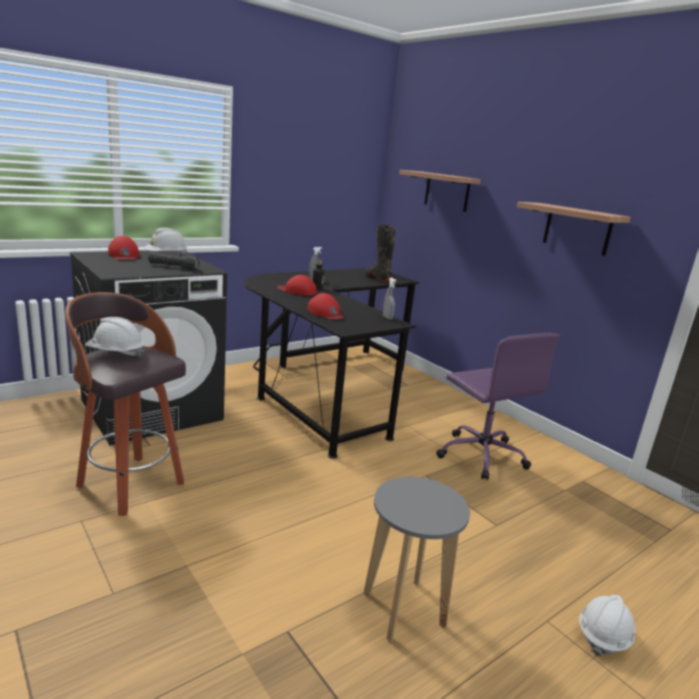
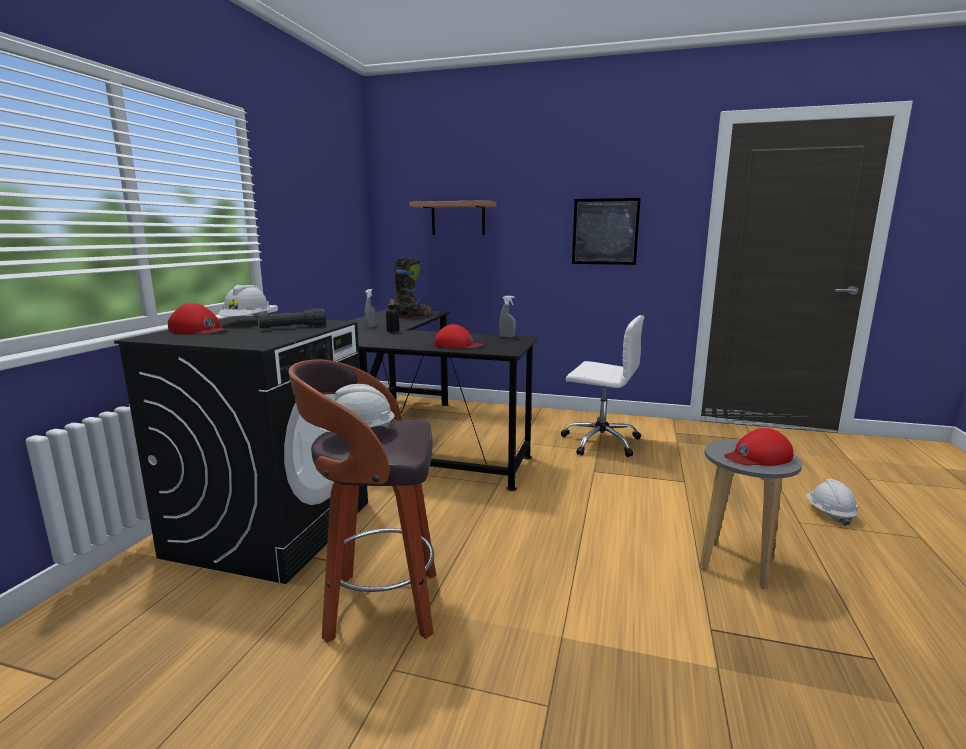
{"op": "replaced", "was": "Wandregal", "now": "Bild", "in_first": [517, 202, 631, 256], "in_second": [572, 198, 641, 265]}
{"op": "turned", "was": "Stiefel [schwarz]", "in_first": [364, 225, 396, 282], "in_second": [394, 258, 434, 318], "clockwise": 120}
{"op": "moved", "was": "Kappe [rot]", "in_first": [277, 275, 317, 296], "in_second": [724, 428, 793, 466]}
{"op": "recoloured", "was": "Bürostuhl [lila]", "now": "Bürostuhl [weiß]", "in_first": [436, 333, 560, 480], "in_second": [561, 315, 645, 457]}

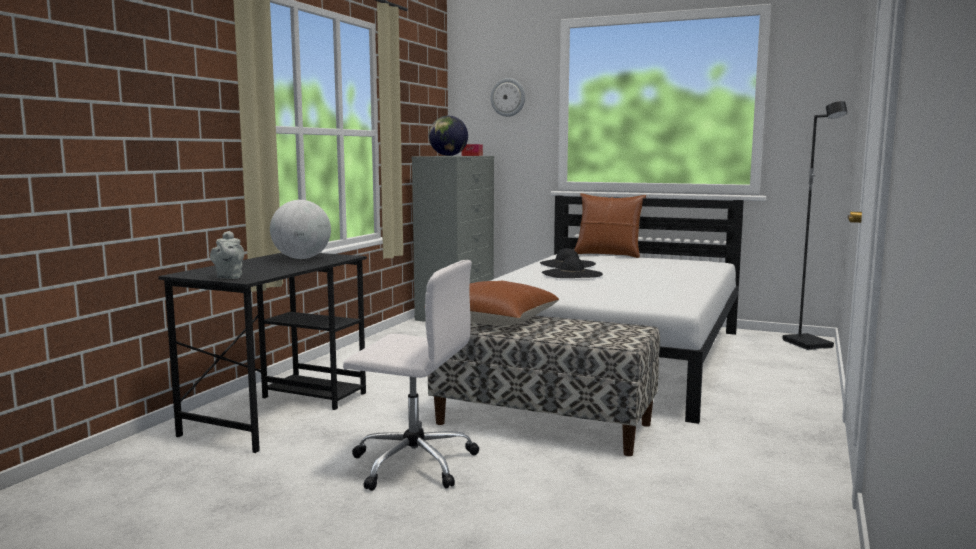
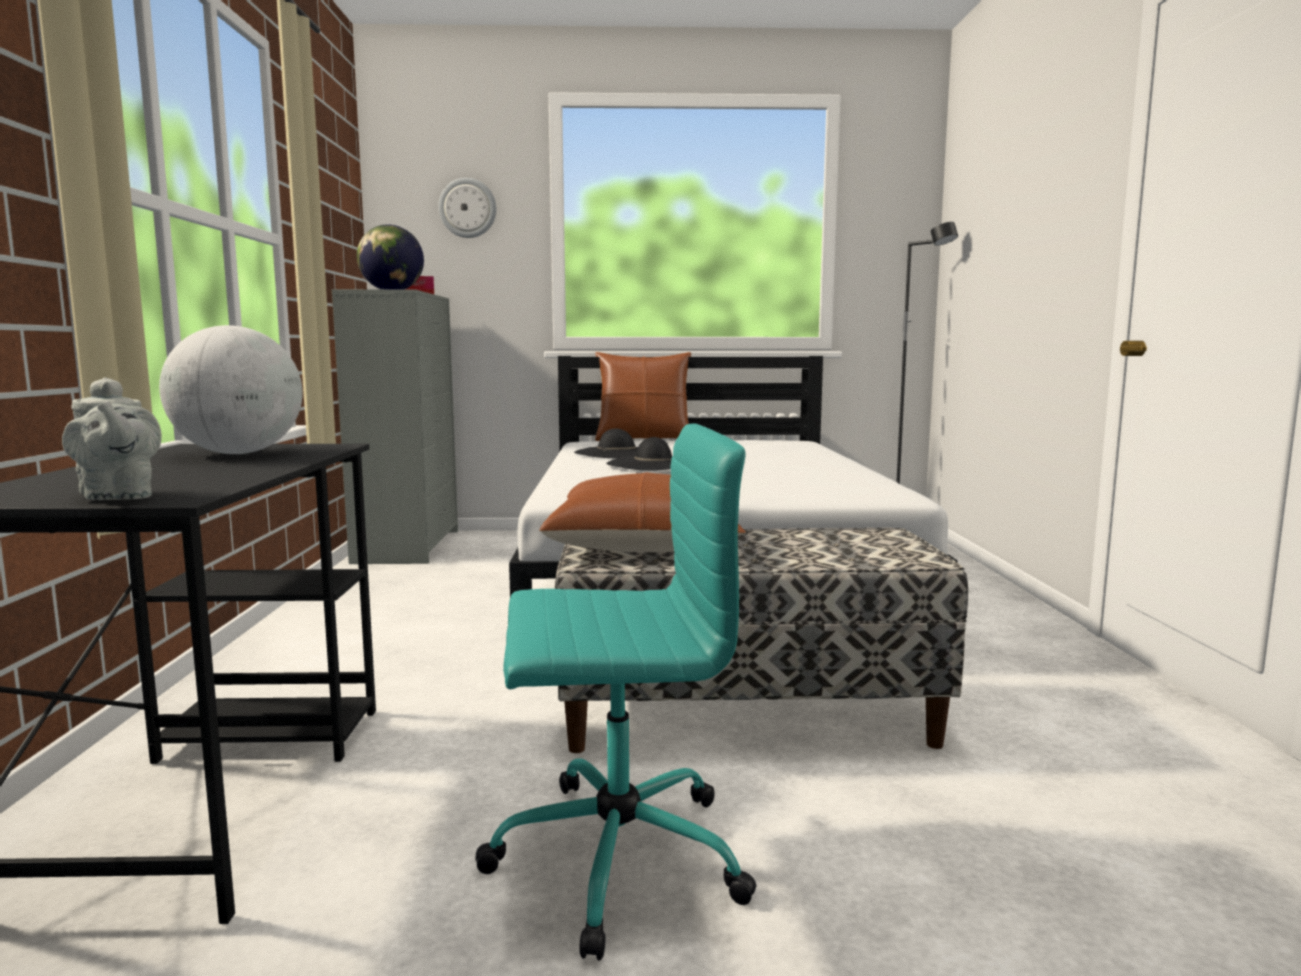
{"op": "recoloured", "was": "Bürostuhl [weiß]", "now": "Bürostuhl [türkis]", "in_first": [343, 260, 479, 491], "in_second": [475, 424, 757, 961]}

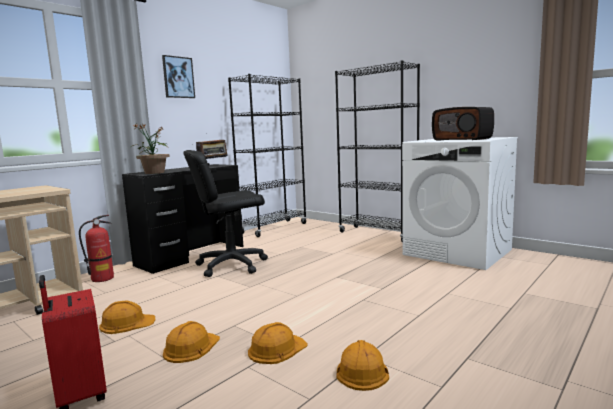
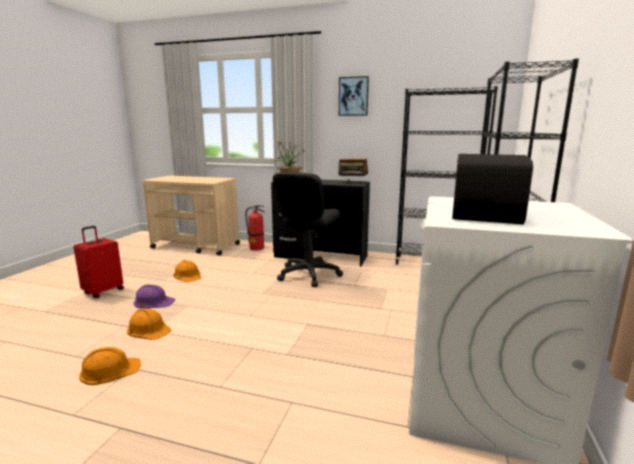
{"op": "turned", "was": "Bürostuhl [schwarz]", "in_first": [183, 150, 268, 277], "in_second": [273, 172, 343, 287], "clockwise": -105}
{"op": "recoloured", "was": "Schutzhelm [orange]", "now": "Schutzhelm [lila]", "in_first": [163, 321, 220, 363], "in_second": [134, 284, 176, 308]}

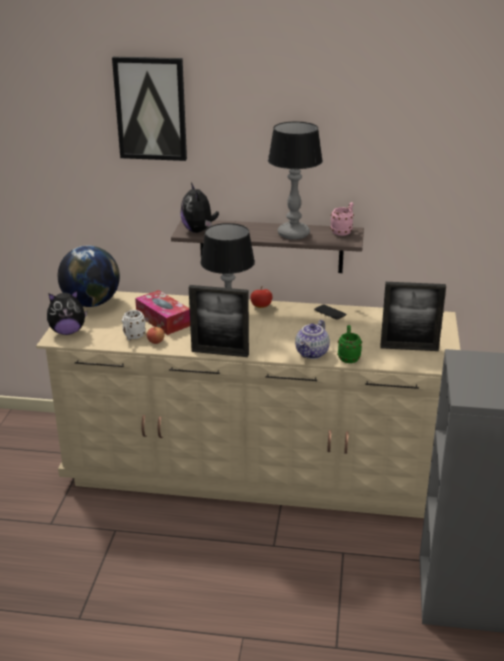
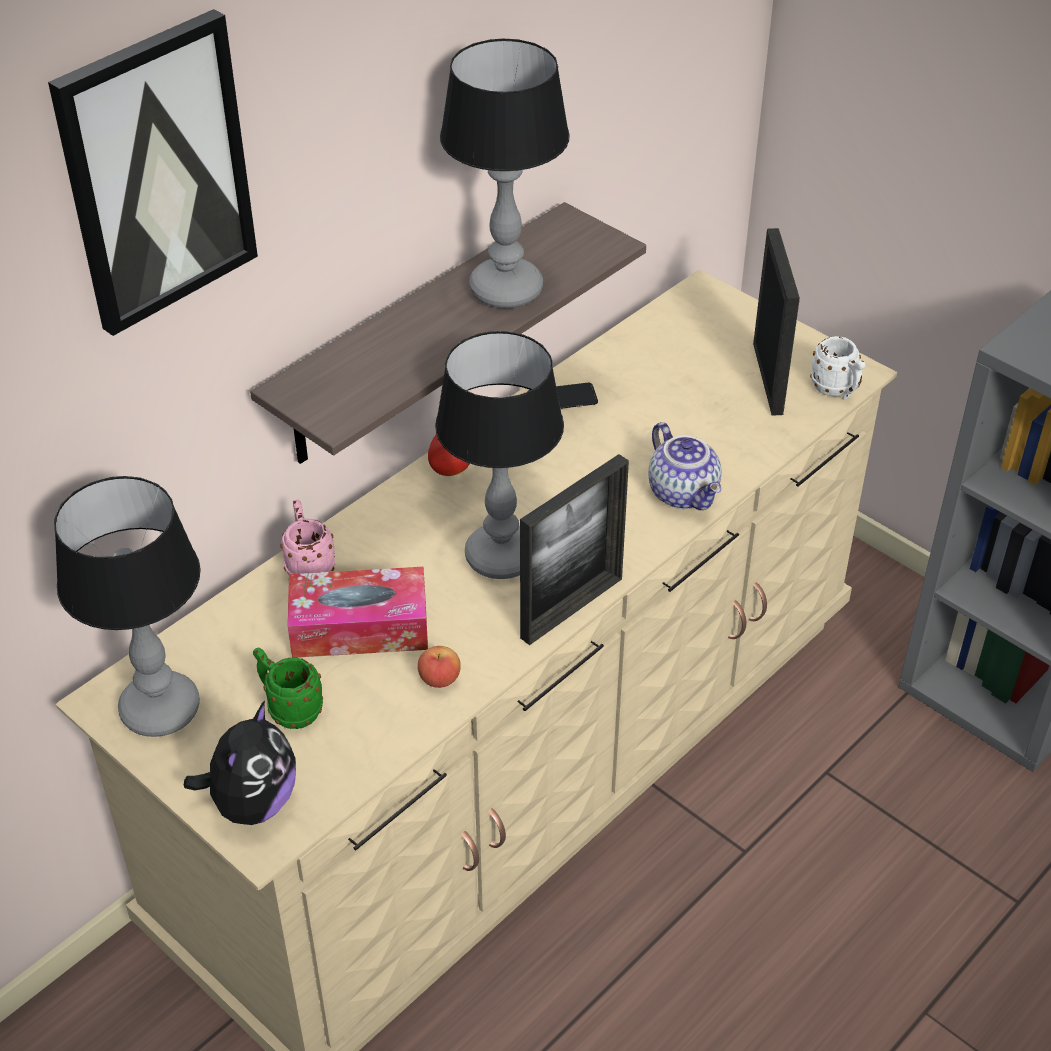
{"op": "removed", "was": "Plüschtier", "in_first": [181, 183, 219, 233]}
{"op": "moved", "was": "Henkelbecher [rosa]", "in_first": [330, 202, 354, 236], "in_second": [280, 500, 335, 575]}
{"op": "replaced", "was": "Globus", "now": "Tischlampe", "in_first": [58, 245, 120, 307], "in_second": [54, 476, 201, 737]}
{"op": "turned", "was": "Bilderrahmen", "in_first": [380, 282, 446, 351], "in_second": [753, 228, 800, 416], "clockwise": -45}
{"op": "moved", "was": "Henkelbecher [weiß]", "in_first": [122, 310, 146, 341], "in_second": [810, 336, 865, 400]}
{"op": "moved", "was": "Henkelbecher [grün]", "in_first": [337, 325, 362, 363], "in_second": [253, 648, 323, 729]}

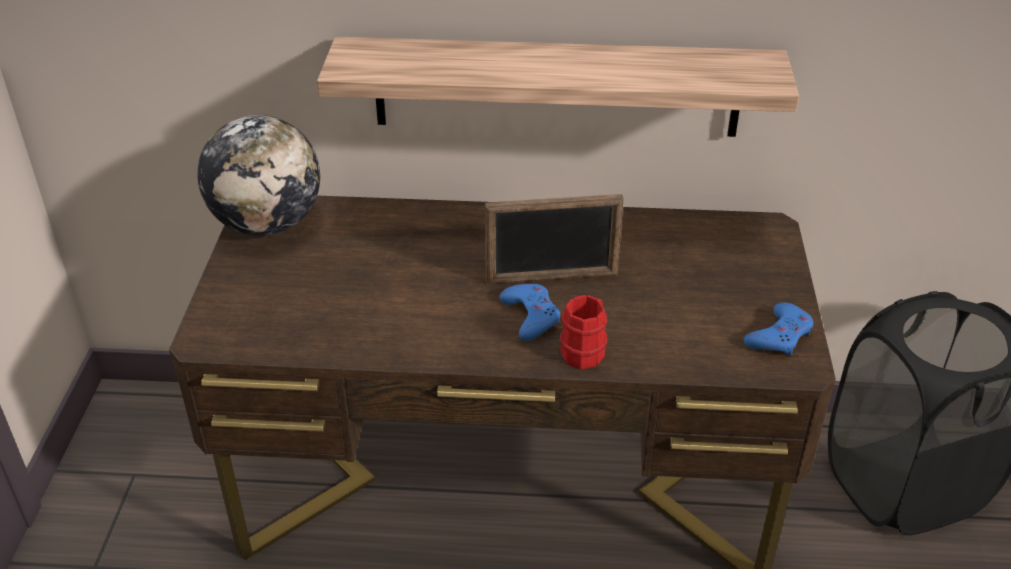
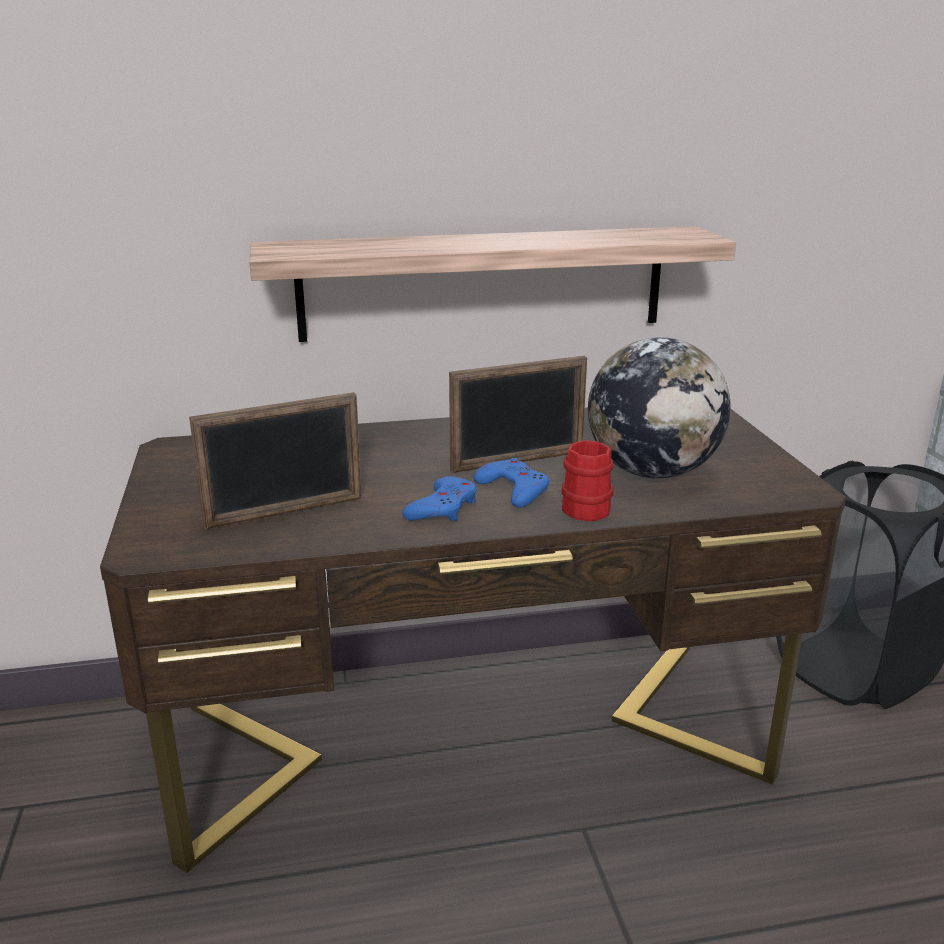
{"op": "moved", "was": "Globus", "in_first": [197, 115, 320, 236], "in_second": [588, 337, 731, 479]}
{"op": "moved", "was": "Gamepad [blau]", "in_first": [744, 302, 814, 356], "in_second": [402, 476, 477, 521]}
{"op": "added", "now": "Bilderrahmen", "in_second": [189, 392, 362, 530]}

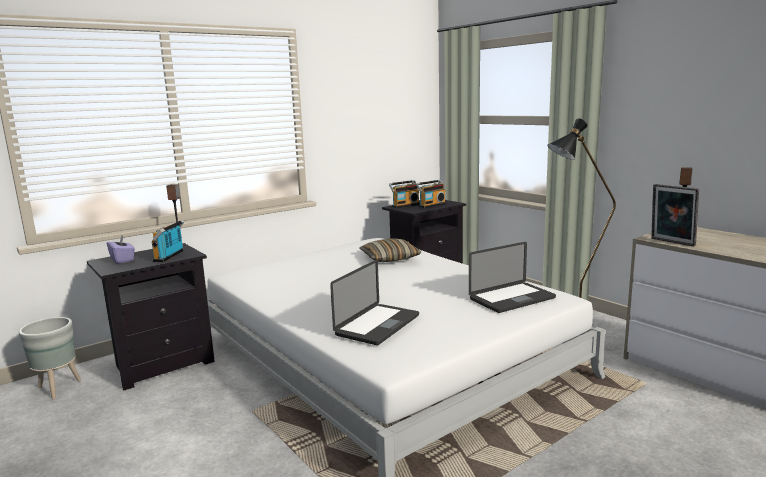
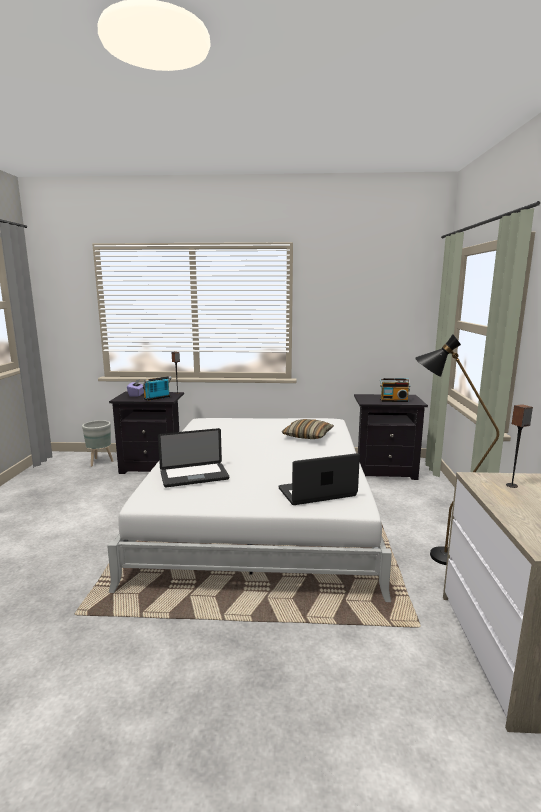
{"op": "removed", "was": "Radio", "in_first": [389, 180, 420, 208]}
{"op": "removed", "was": "Bilderrahmen", "in_first": [651, 184, 699, 247]}
{"op": "turned", "was": "Laptop", "in_first": [469, 242, 556, 313], "in_second": [279, 453, 360, 505], "clockwise": 150}

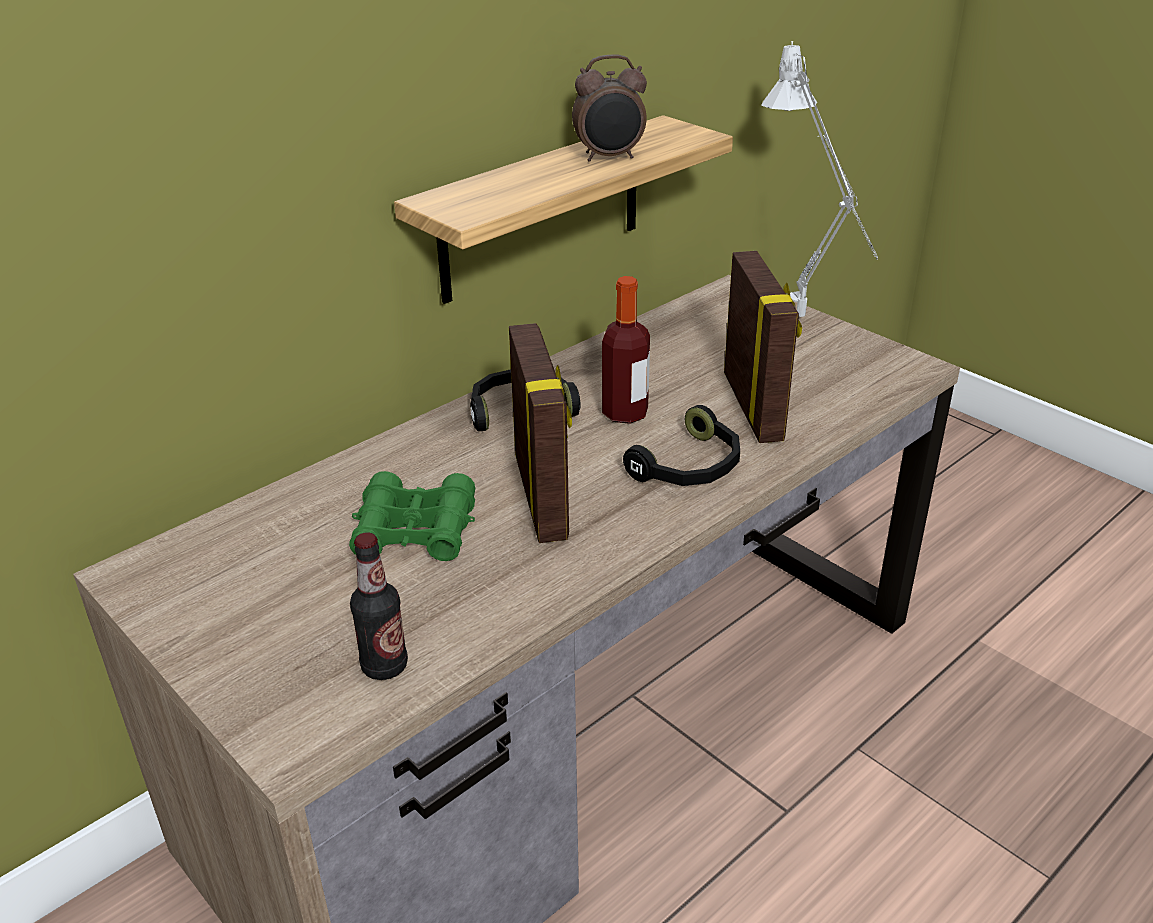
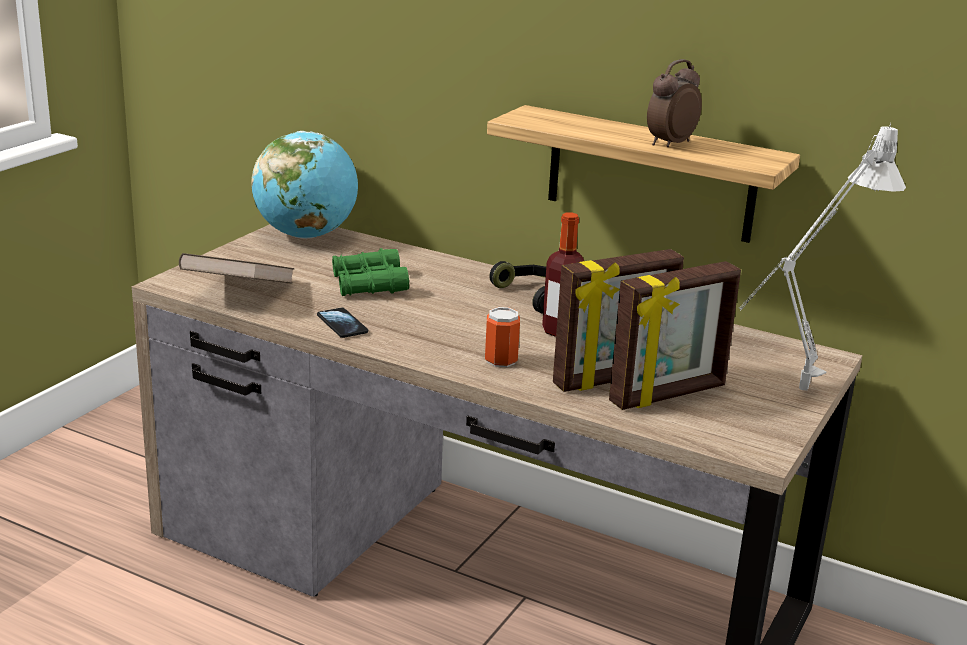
{"op": "turned", "was": "Wecker", "in_first": [572, 54, 647, 162], "in_second": [647, 59, 702, 147], "clockwise": 75}
{"op": "moved", "was": "Bilderrahmen", "in_first": [509, 323, 572, 543], "in_second": [609, 261, 741, 410]}
{"op": "replaced", "was": "Kopfhörer [schwarz]", "now": "Dose", "in_first": [623, 405, 740, 486], "in_second": [485, 307, 520, 367]}
{"op": "replaced", "was": "Flasche", "now": "Buch [braun]", "in_first": [350, 532, 408, 680], "in_second": [179, 253, 295, 284]}
{"op": "added", "now": "Globus", "in_second": [251, 131, 358, 239]}
{"op": "added", "now": "Handy", "in_second": [317, 308, 368, 338]}

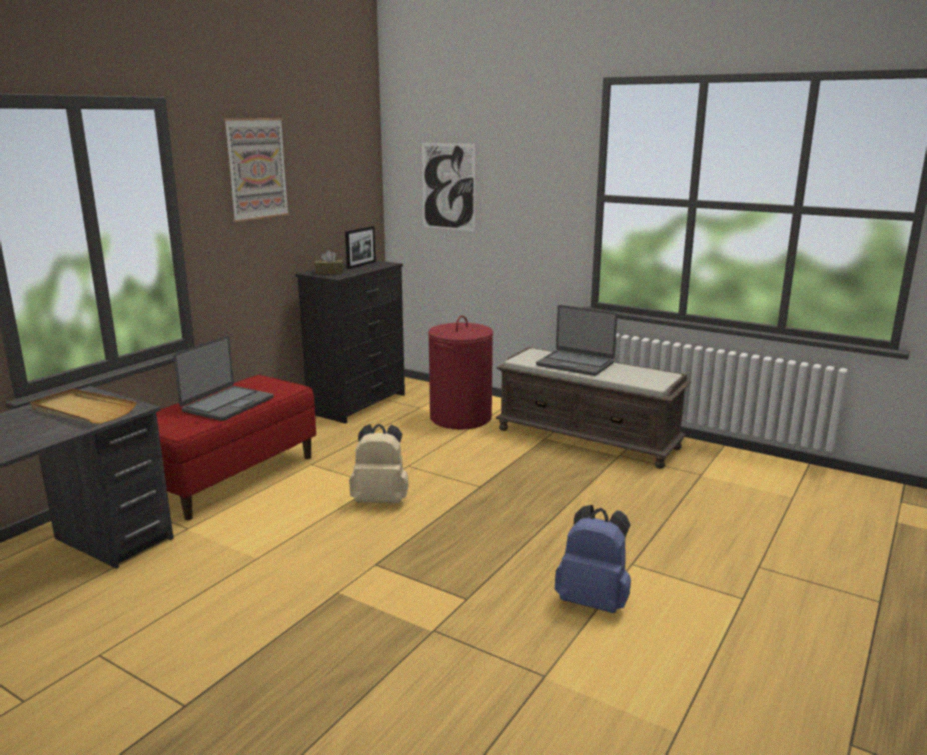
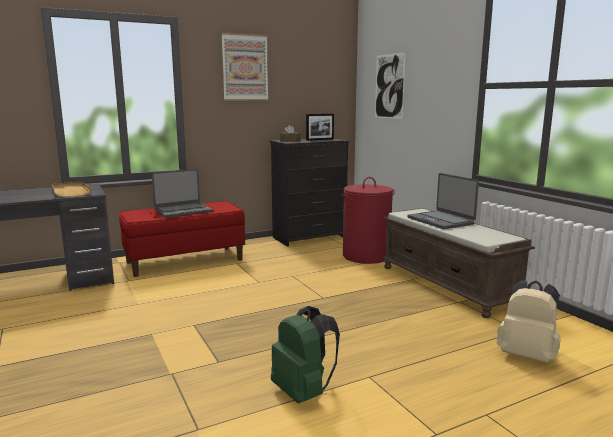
{"op": "moved", "was": "Rucksack [beige]", "in_first": [349, 424, 409, 503], "in_second": [497, 280, 561, 363]}
{"op": "recoloured", "was": "Rucksack [blau]", "now": "Rucksack [grün]", "in_first": [555, 505, 631, 613], "in_second": [271, 306, 340, 404]}

